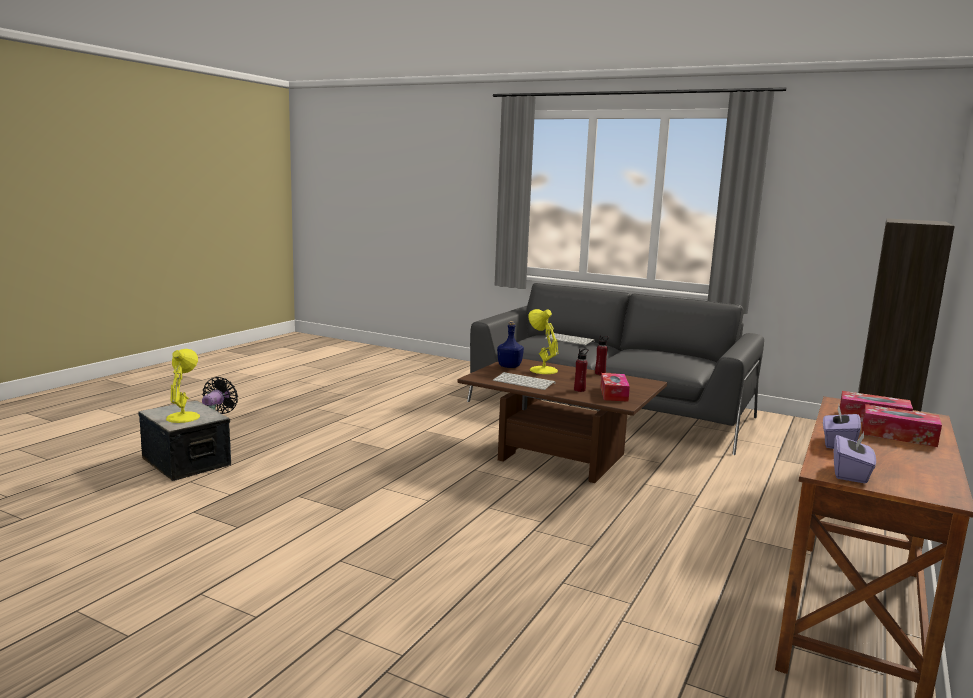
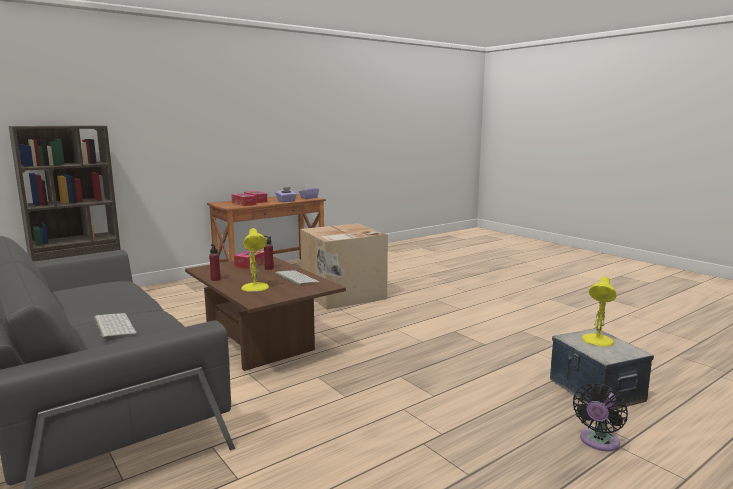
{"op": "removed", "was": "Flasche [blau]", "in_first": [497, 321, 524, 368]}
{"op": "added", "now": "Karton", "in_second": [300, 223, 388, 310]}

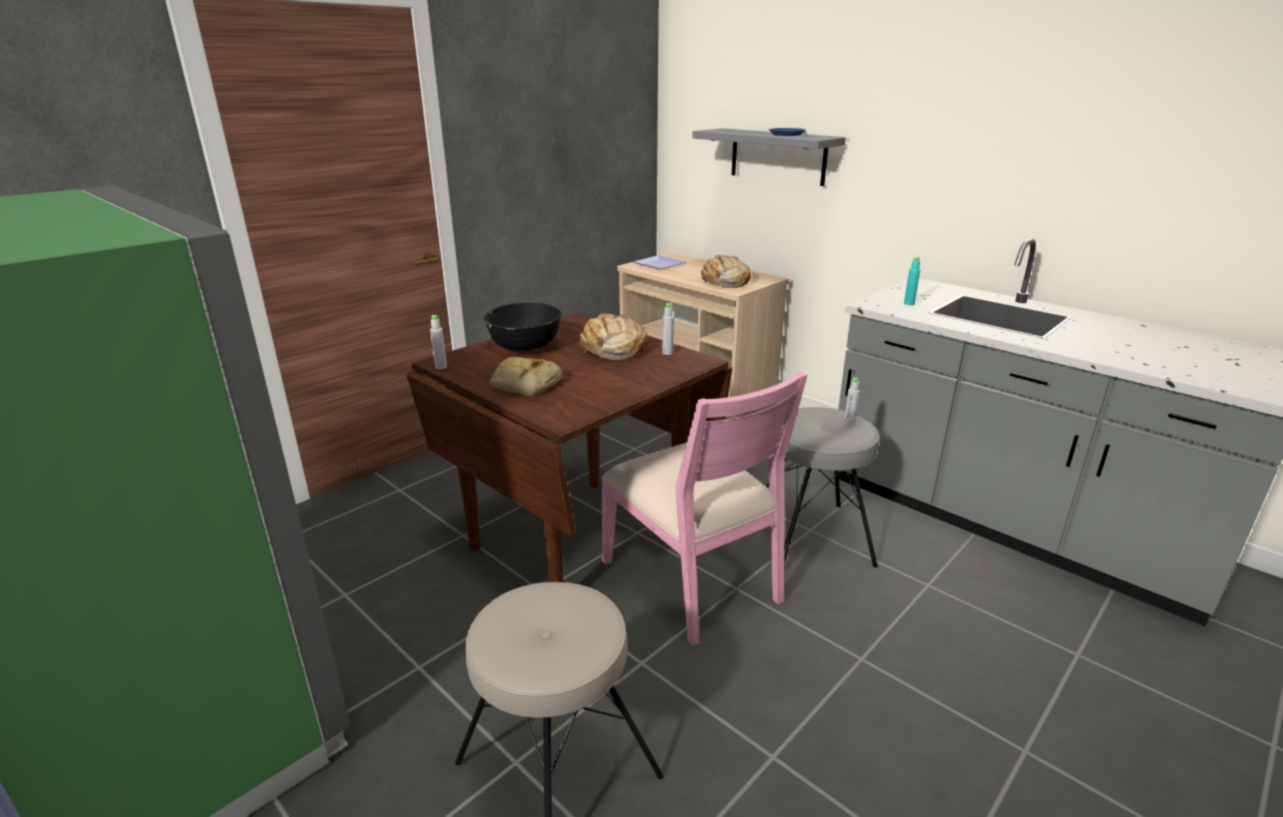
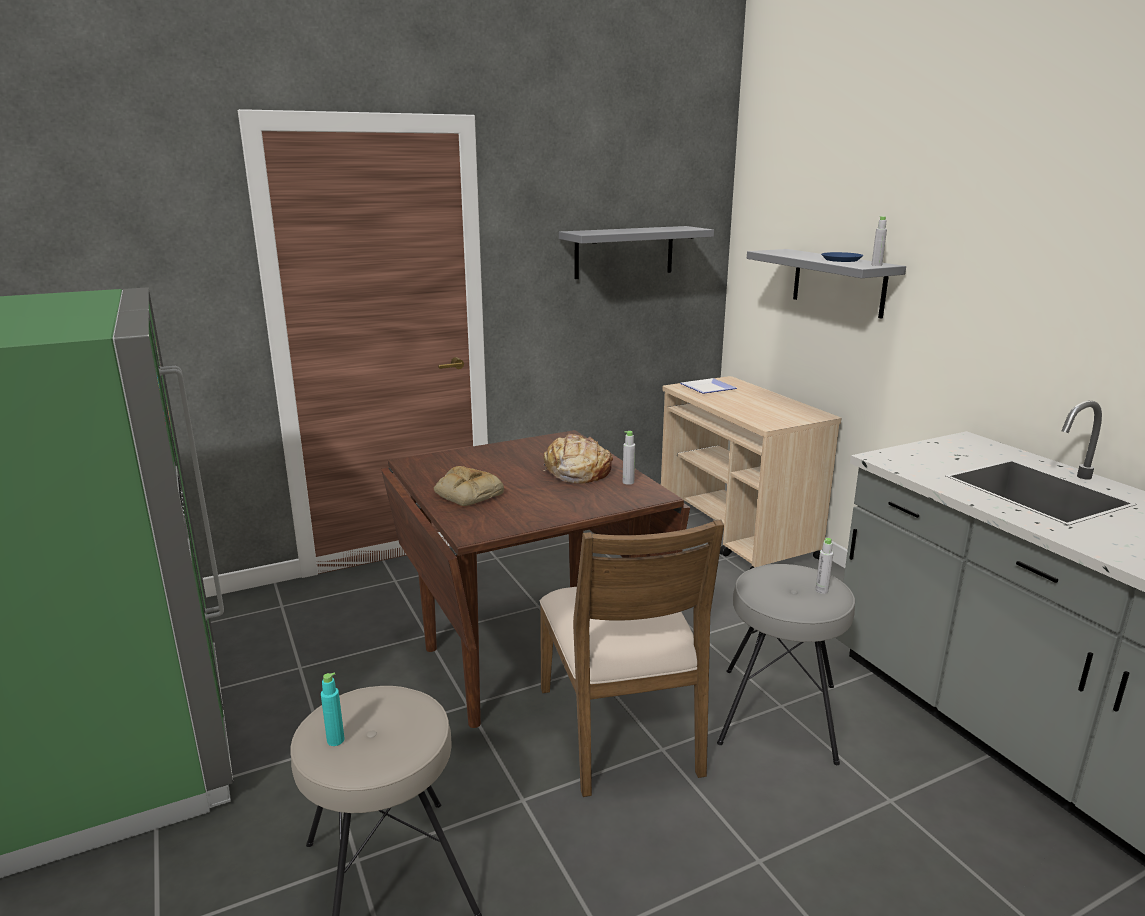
{"op": "removed", "was": "Brot", "in_first": [701, 255, 751, 288]}
{"op": "moved", "was": "Flasche [türkis]", "in_first": [904, 256, 920, 305], "in_second": [321, 673, 344, 746]}
{"op": "removed", "was": "Schüssel [schwarz]", "in_first": [484, 303, 561, 351]}
{"op": "moved", "was": "Flasche [grau]", "in_first": [430, 315, 447, 369], "in_second": [871, 216, 887, 266]}
{"op": "recoloured", "was": "Stuhl [rosa]", "now": "Stuhl [braun]", "in_first": [601, 371, 807, 646], "in_second": [540, 520, 724, 797]}
{"op": "added", "now": "Wandregal [grau]", "in_second": [559, 226, 714, 279]}

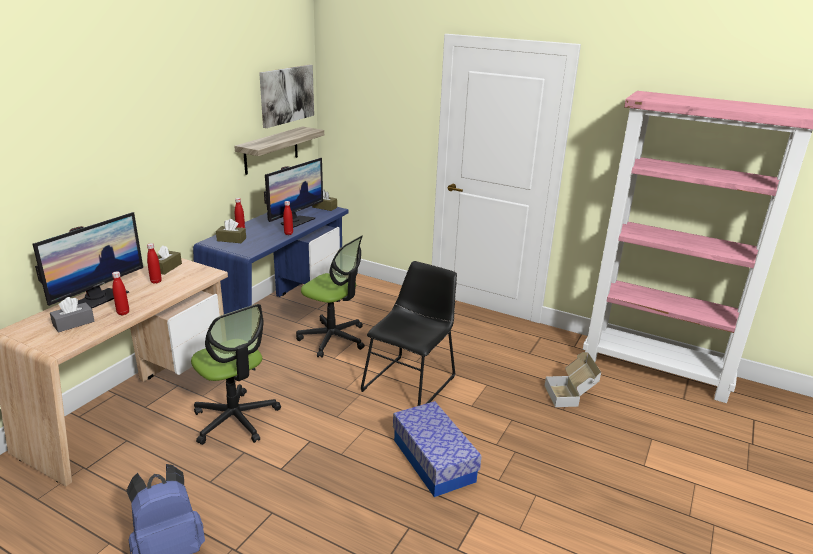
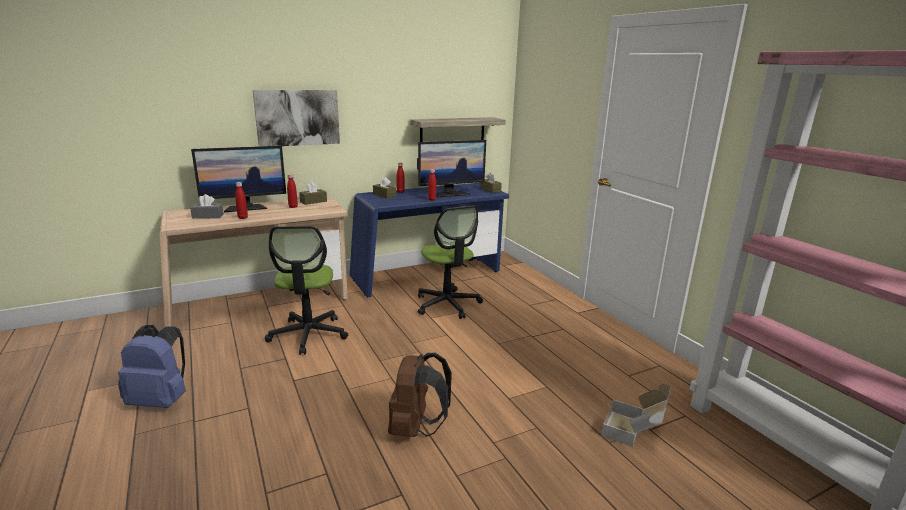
{"op": "moved", "was": "Bild", "in_first": [259, 65, 314, 128], "in_second": [253, 90, 340, 146]}
{"op": "removed", "was": "Stuhl [schwarz]", "in_first": [360, 261, 457, 406]}
{"op": "replaced", "was": "Aufbewahrungsbox", "now": "Rucksack [braun]", "in_first": [393, 401, 482, 497], "in_second": [388, 353, 452, 437]}

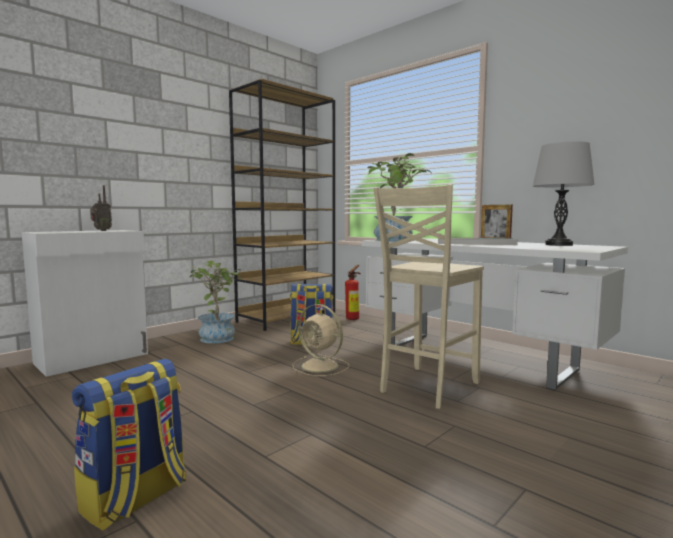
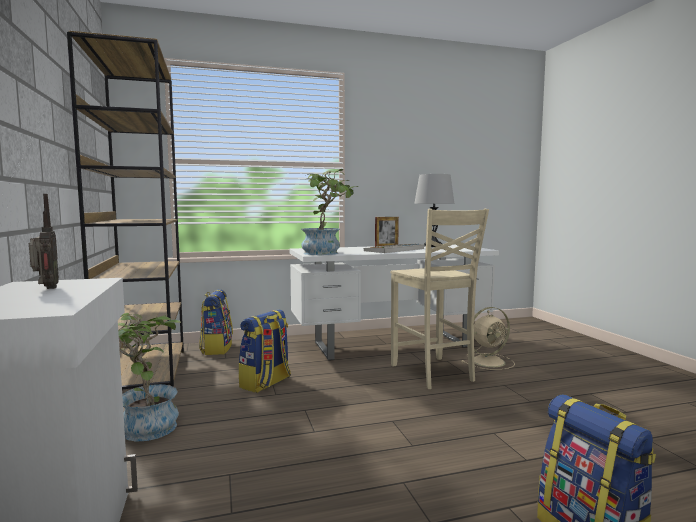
{"op": "replaced", "was": "Feuerlöscher", "now": "Rucksack", "in_first": [345, 265, 361, 320], "in_second": [199, 289, 233, 355]}
{"op": "moved", "was": "Ventilator [beige]", "in_first": [292, 304, 349, 376], "in_second": [462, 307, 515, 370]}

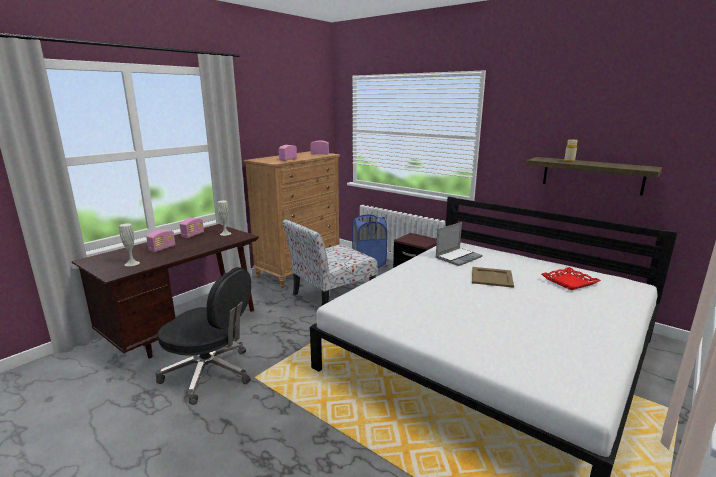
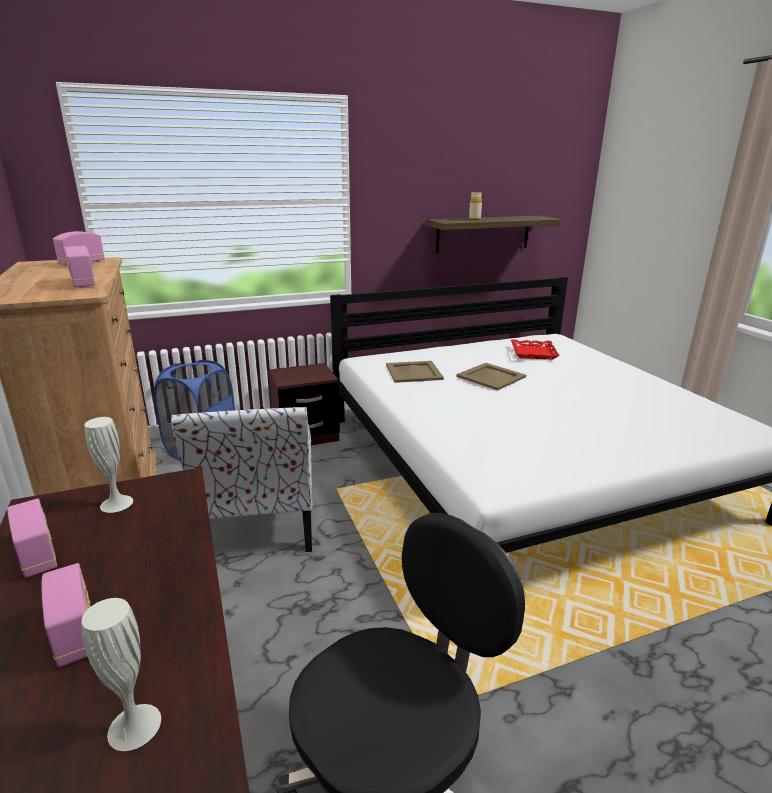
{"op": "replaced", "was": "Laptop", "now": "Tablett [beige]", "in_first": [435, 222, 482, 266], "in_second": [386, 361, 444, 383]}

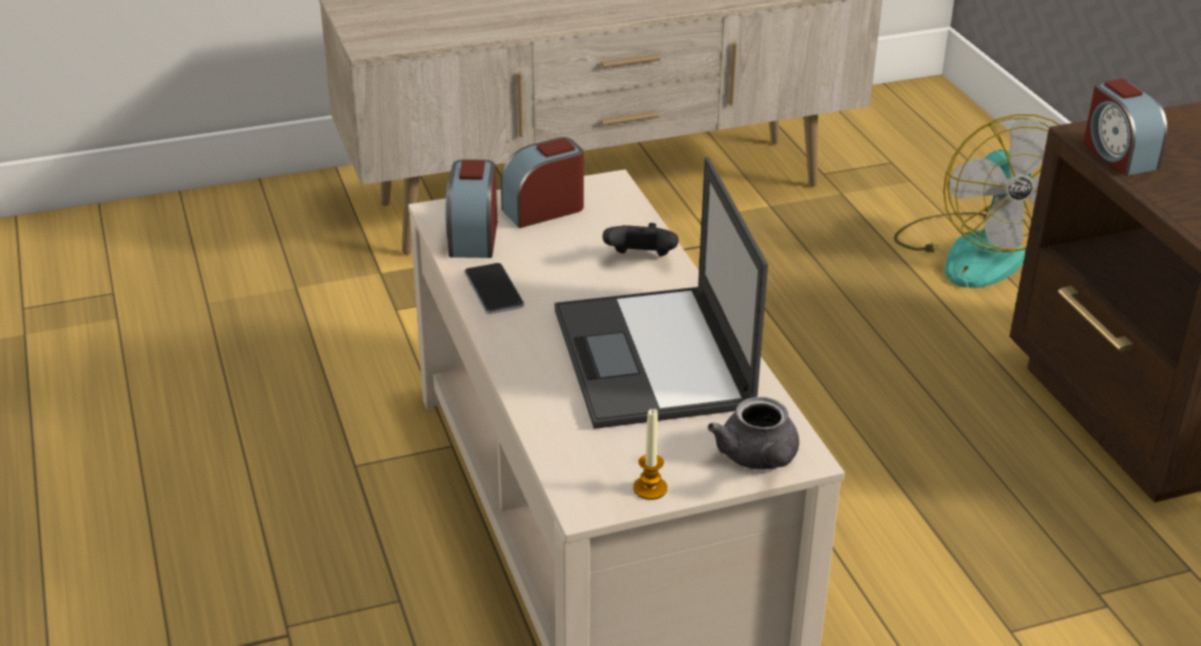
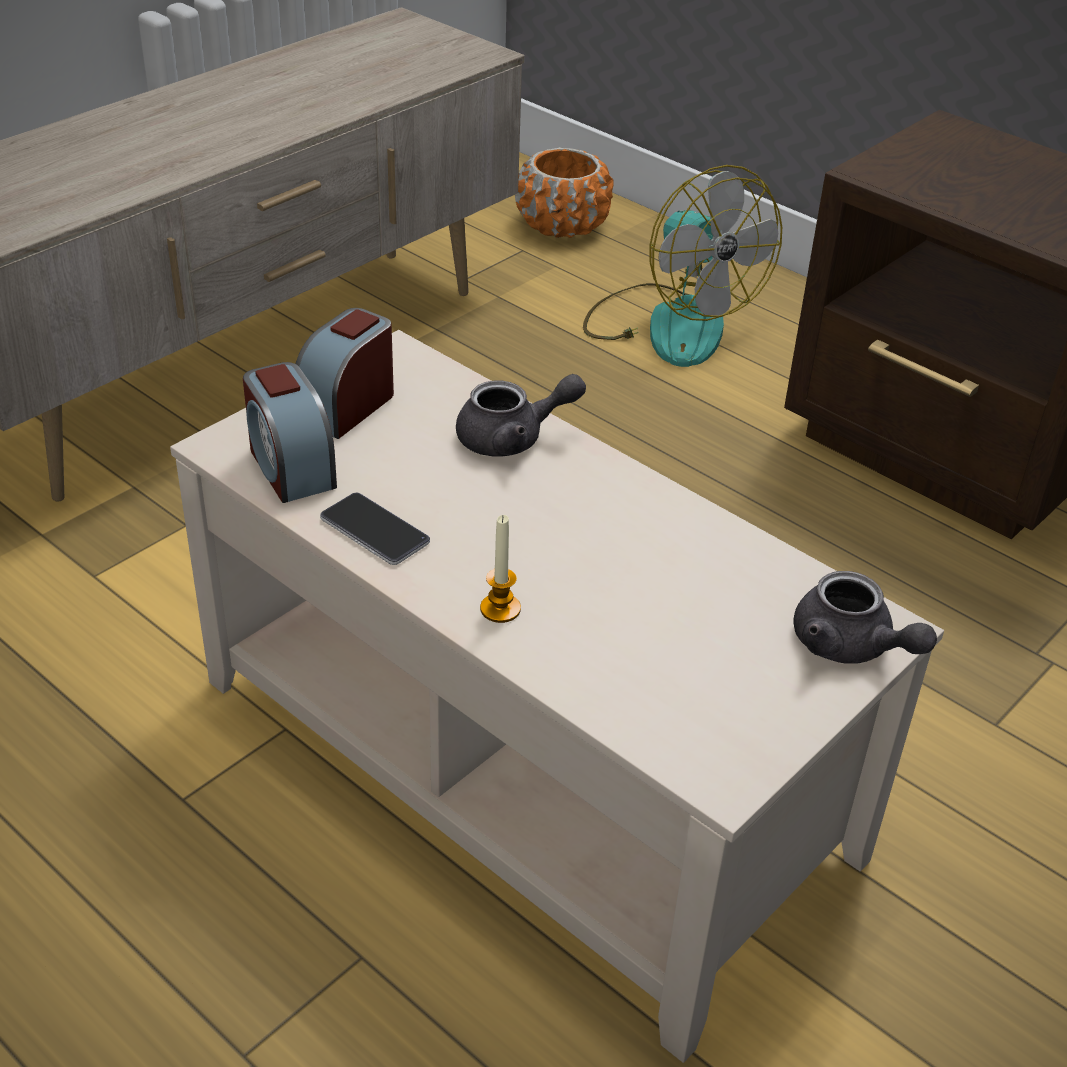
{"op": "removed", "was": "Wecker", "in_first": [1083, 79, 1168, 176]}
{"op": "removed", "was": "Laptop", "in_first": [554, 157, 768, 429]}
{"op": "replaced", "was": "Gamepad [schwarz]", "now": "Teekanne [grau]", "in_first": [602, 223, 679, 256], "in_second": [456, 374, 586, 457]}
{"op": "moved", "was": "Kerze", "in_first": [633, 409, 667, 500], "in_second": [480, 515, 521, 623]}
{"op": "added", "now": "Pflanzkübel [orange]", "in_second": [515, 147, 614, 238]}

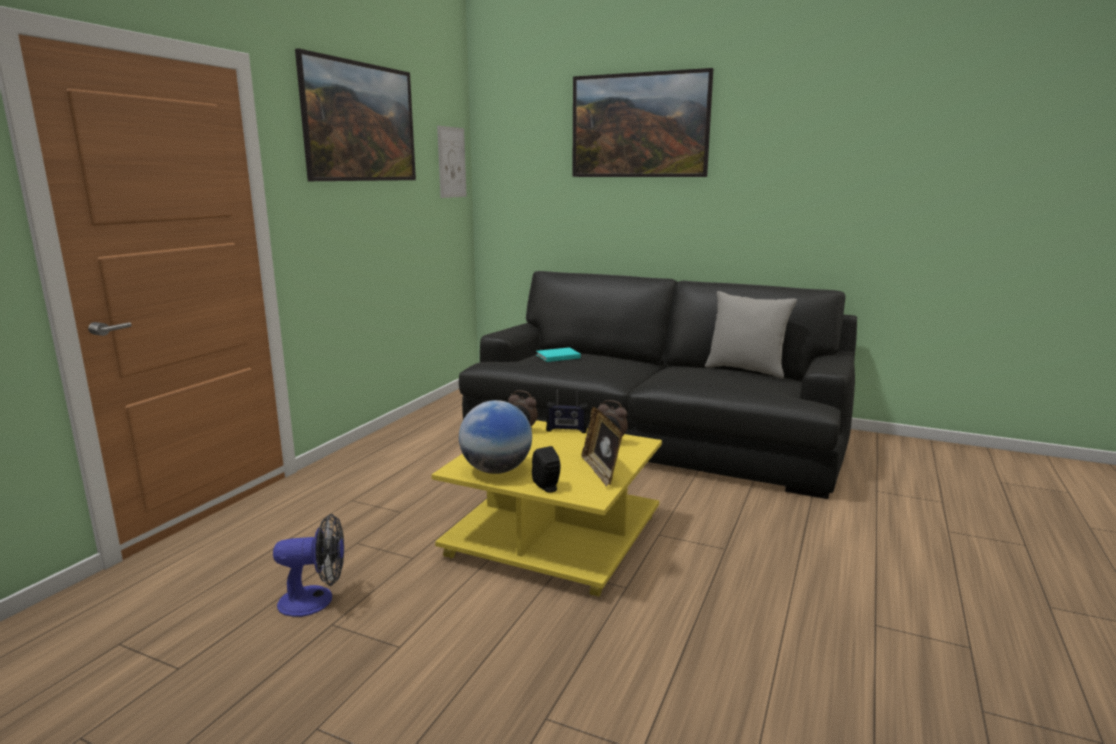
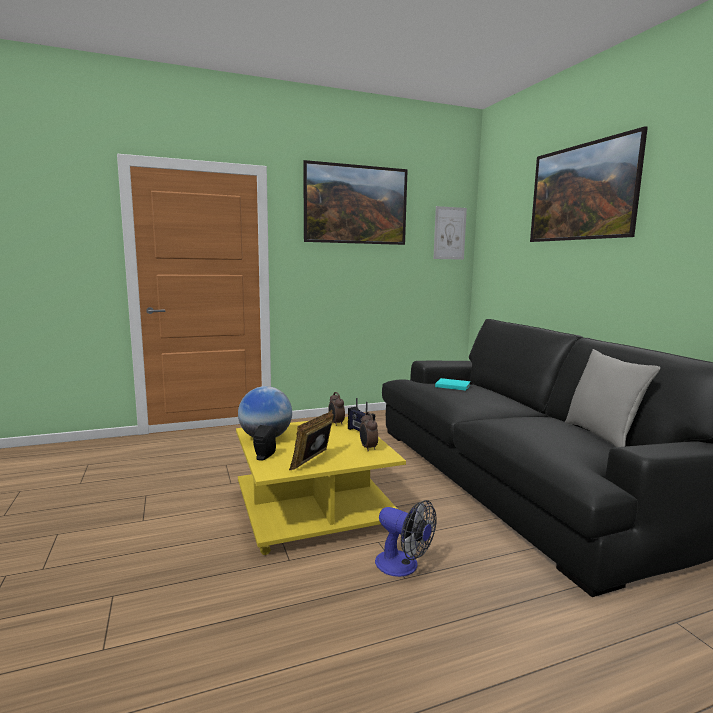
{"op": "moved", "was": "Ventilator", "in_first": [273, 514, 344, 617], "in_second": [375, 500, 437, 577]}

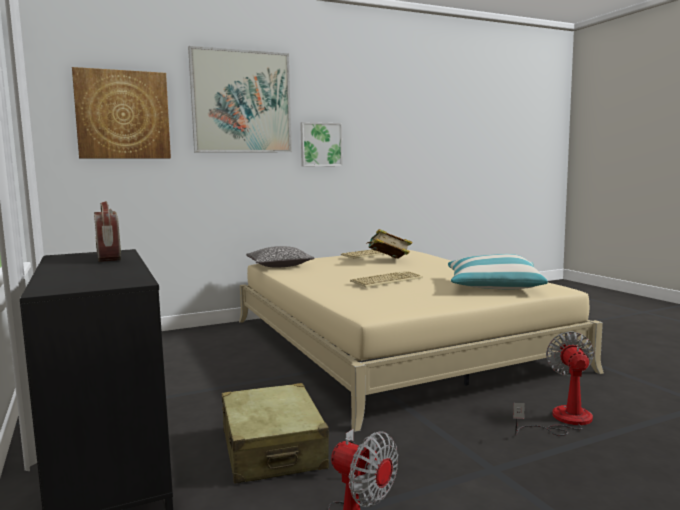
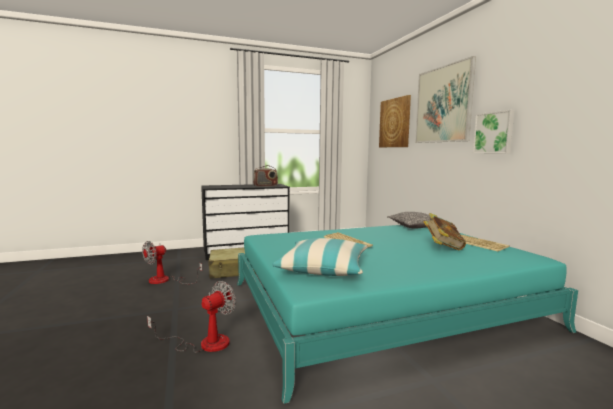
{"op": "recoloured", "was": "Bett [beige]", "now": "Bett [türkis]", "in_first": [239, 250, 604, 432], "in_second": [237, 225, 578, 404]}
{"op": "turned", "was": "Ventilator", "in_first": [513, 331, 594, 436], "in_second": [147, 281, 236, 353], "clockwise": -60}

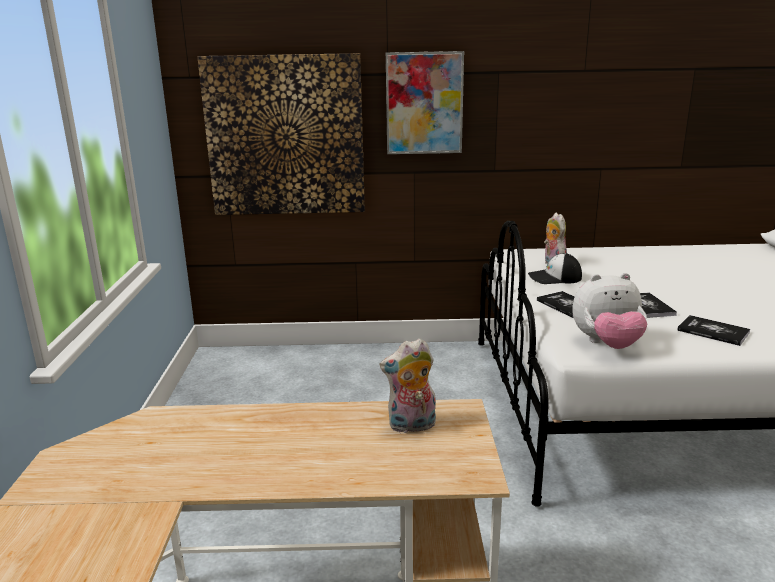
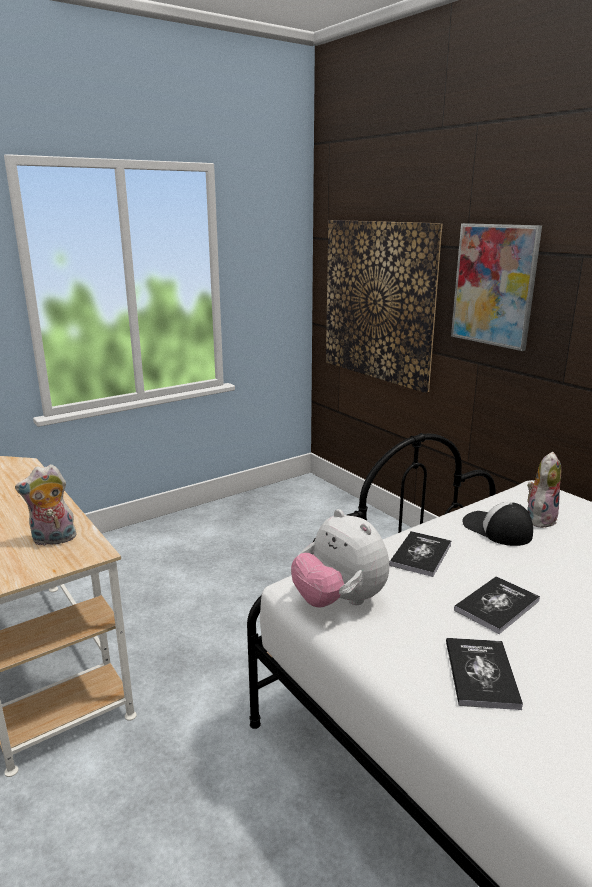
{"op": "turned", "was": "Plüschtier", "in_first": [380, 338, 436, 433], "in_second": [15, 464, 78, 546], "clockwise": -60}

